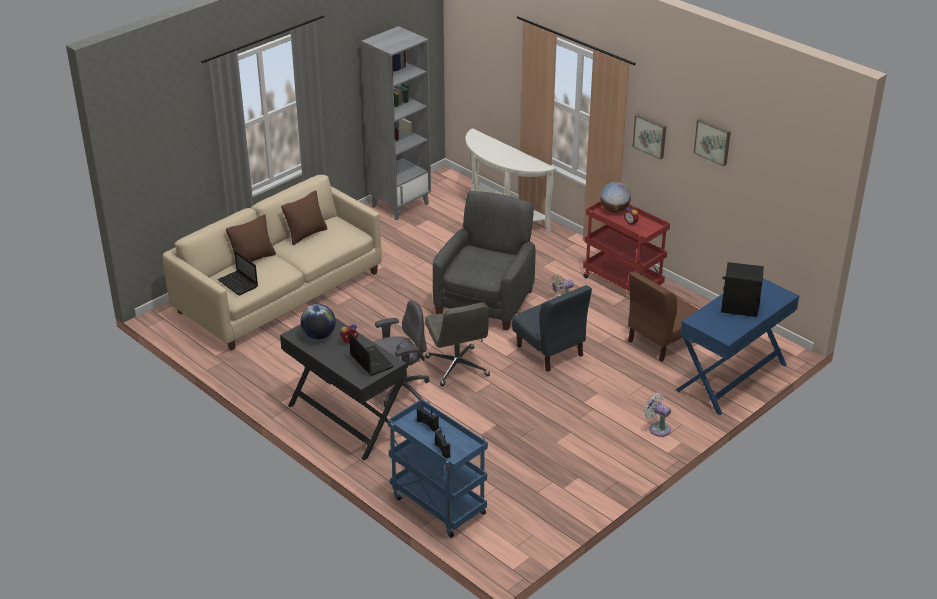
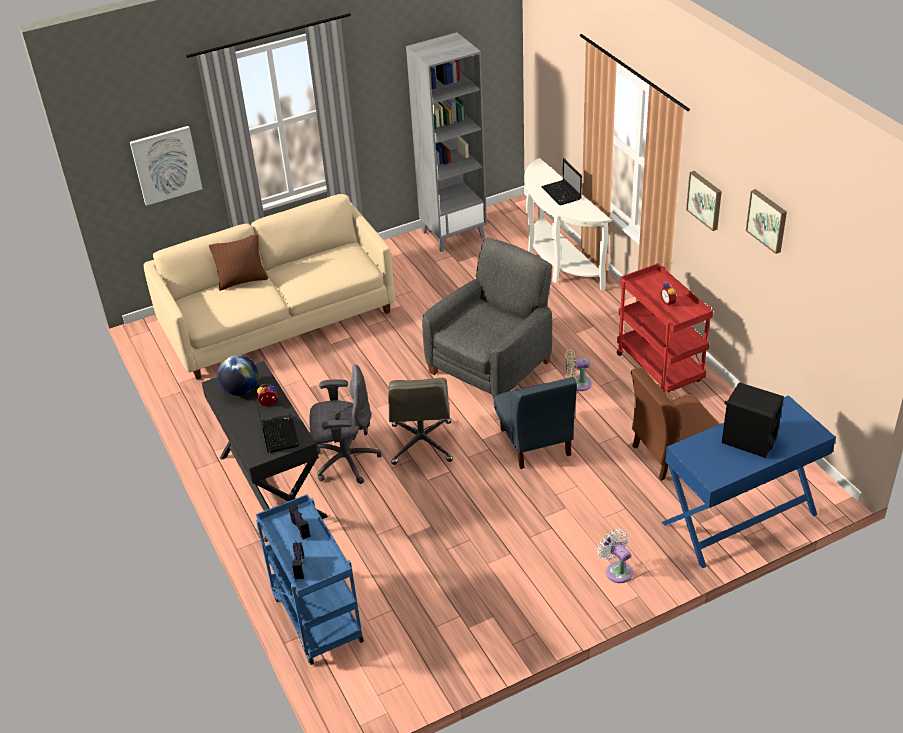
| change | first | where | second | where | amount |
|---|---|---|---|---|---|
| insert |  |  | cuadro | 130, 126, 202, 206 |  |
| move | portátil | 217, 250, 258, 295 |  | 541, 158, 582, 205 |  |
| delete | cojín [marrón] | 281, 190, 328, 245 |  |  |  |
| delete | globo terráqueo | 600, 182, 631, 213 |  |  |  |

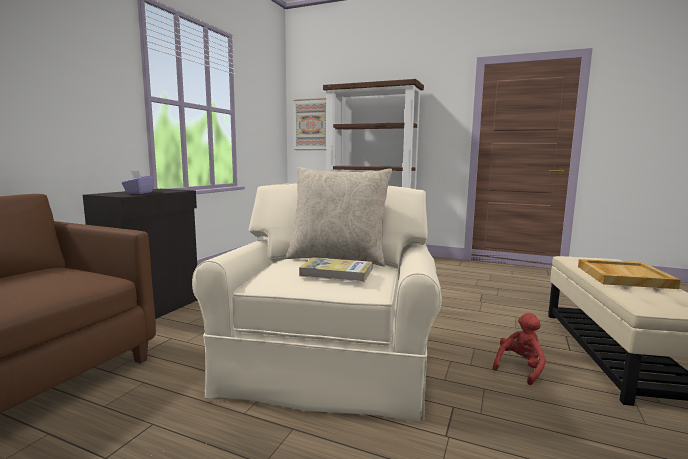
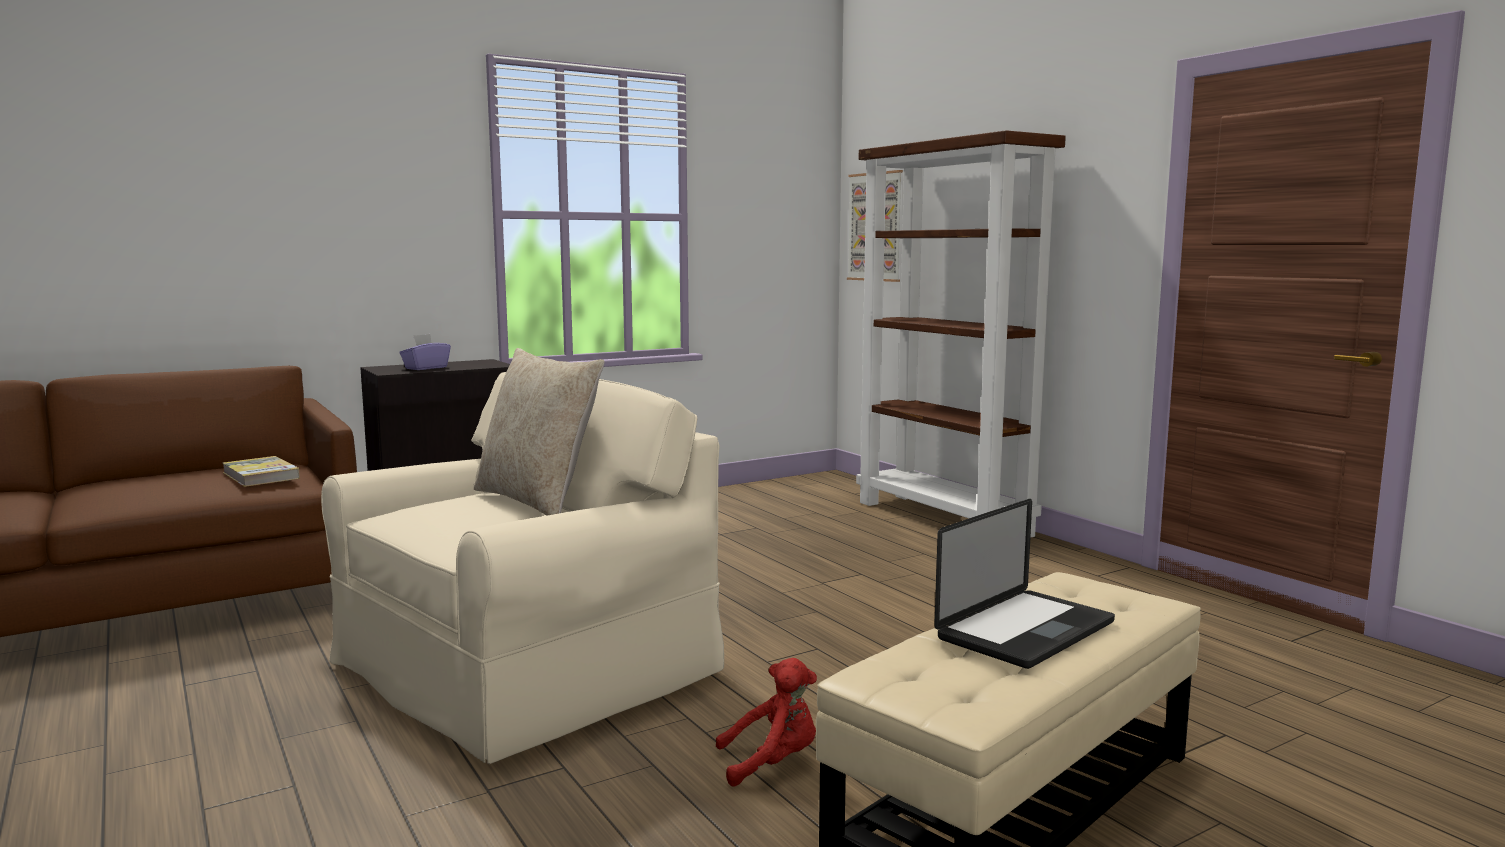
| change | first | where | second | where | amount |
|---|---|---|---|---|---|
| move | libro | 299, 257, 373, 282 |  | 223, 456, 300, 487 |  |
| replace | bandeja [beis] | 578, 259, 681, 289 | portátil | 934, 499, 1115, 669 |  |

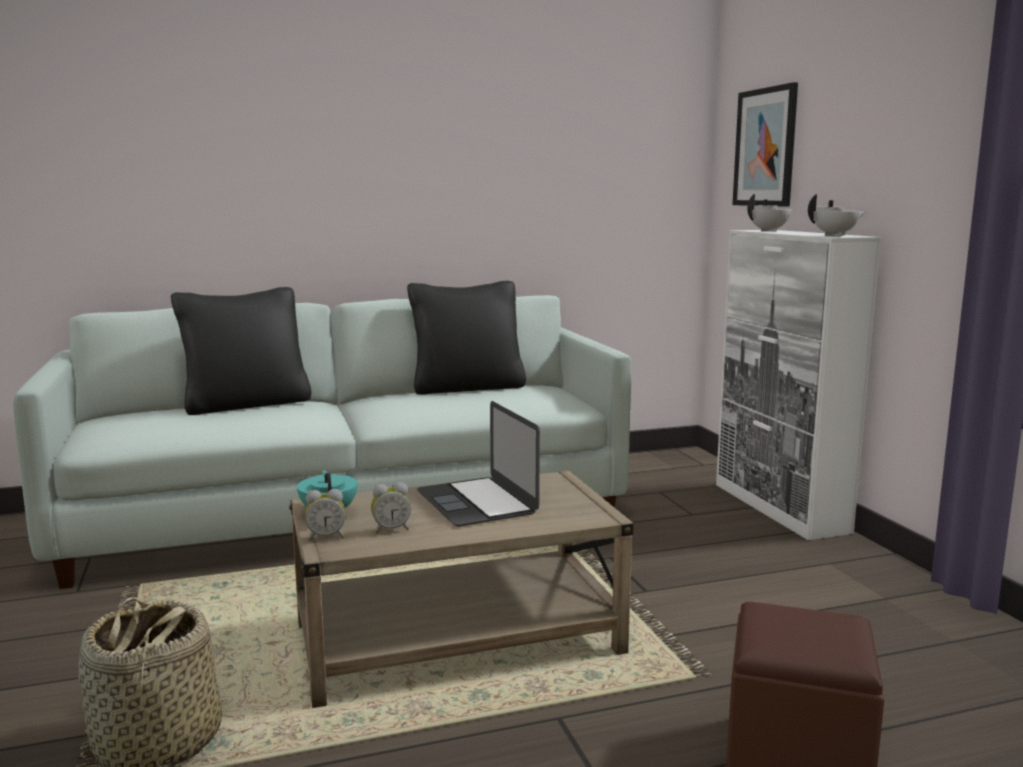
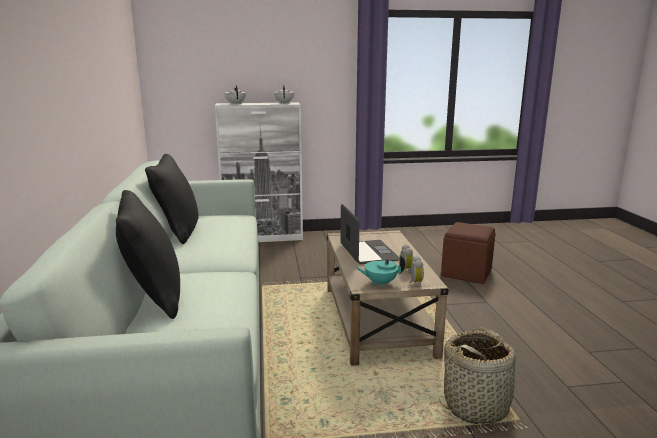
| change | first | where | second | where | amount |
|---|---|---|---|---|---|
| rotate | portátil | 417, 401, 540, 526 |  | 341, 204, 400, 264 | 90 degrees counterclockwise |
| delete | cuadro | 732, 82, 798, 207 |  |  |  |

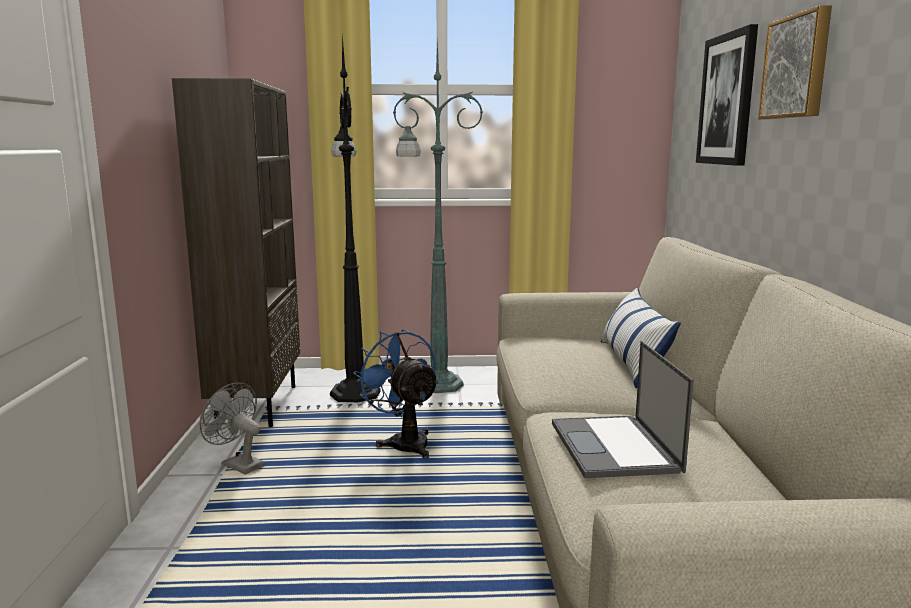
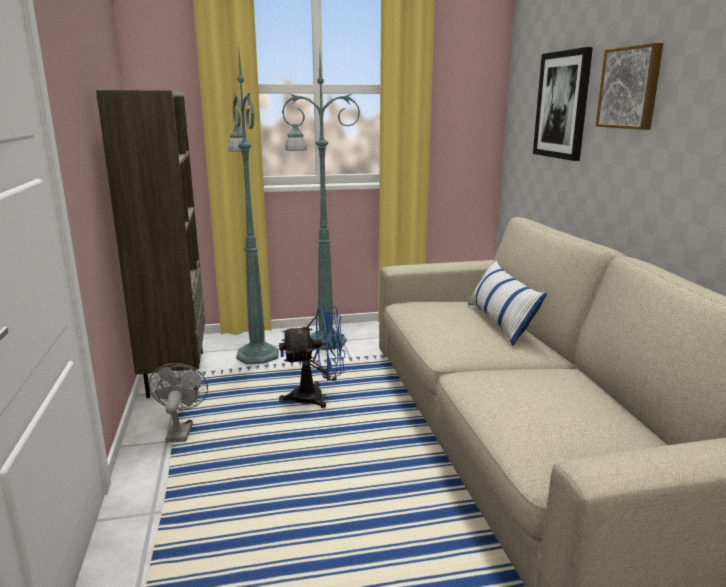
| change | first | where | second | where | amount |
|---|---|---|---|---|---|
| rotate | ventilador [gris] | 200, 382, 264, 475 |  | 149, 363, 208, 442 | 60 degrees clockwise |
| recolor | lámpara de pie [negro] | 330, 34, 381, 402 | lámpara de pie [verde] | 228, 42, 279, 364 |  |
| rotate | ventilador [azul] | 353, 329, 439, 459 |  | 279, 307, 346, 408 | 120 degrees clockwise |
| delete | portátil | 552, 341, 694, 478 |  |  |  |

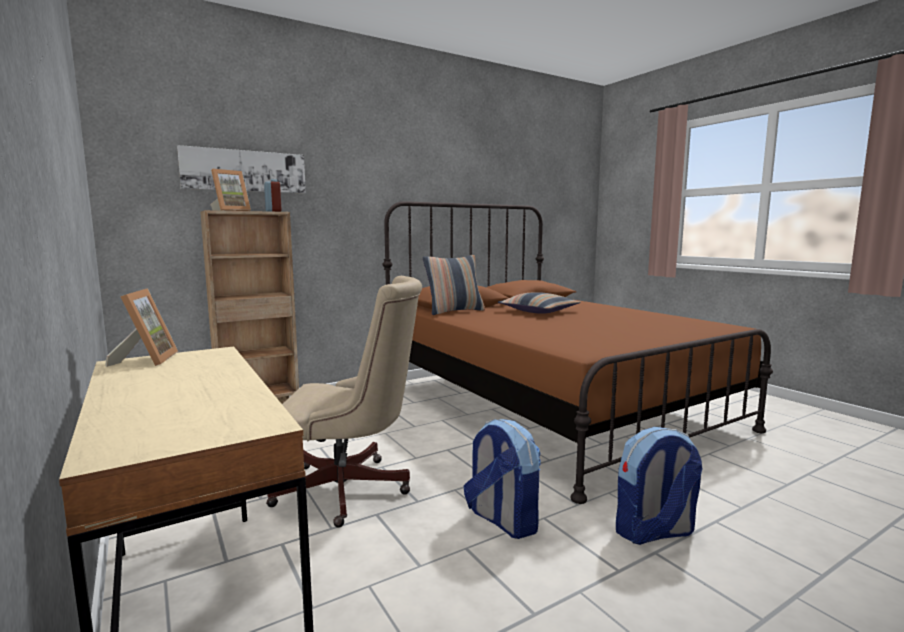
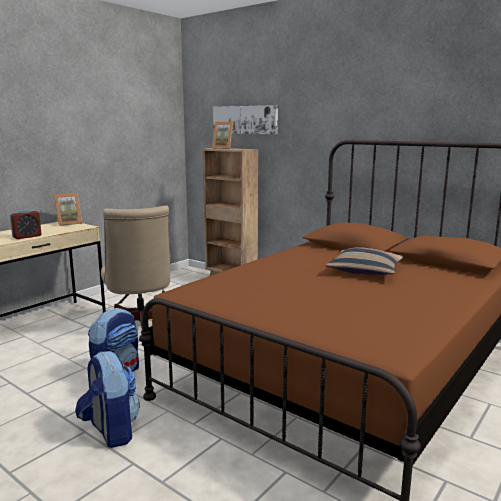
| change | first | where | second | where | amount |
|---|---|---|---|---|---|
| move | despertador | 264, 179, 281, 212 |  | 10, 209, 41, 239 |  |
| delete | cojín | 423, 255, 485, 315 |  |  |  |

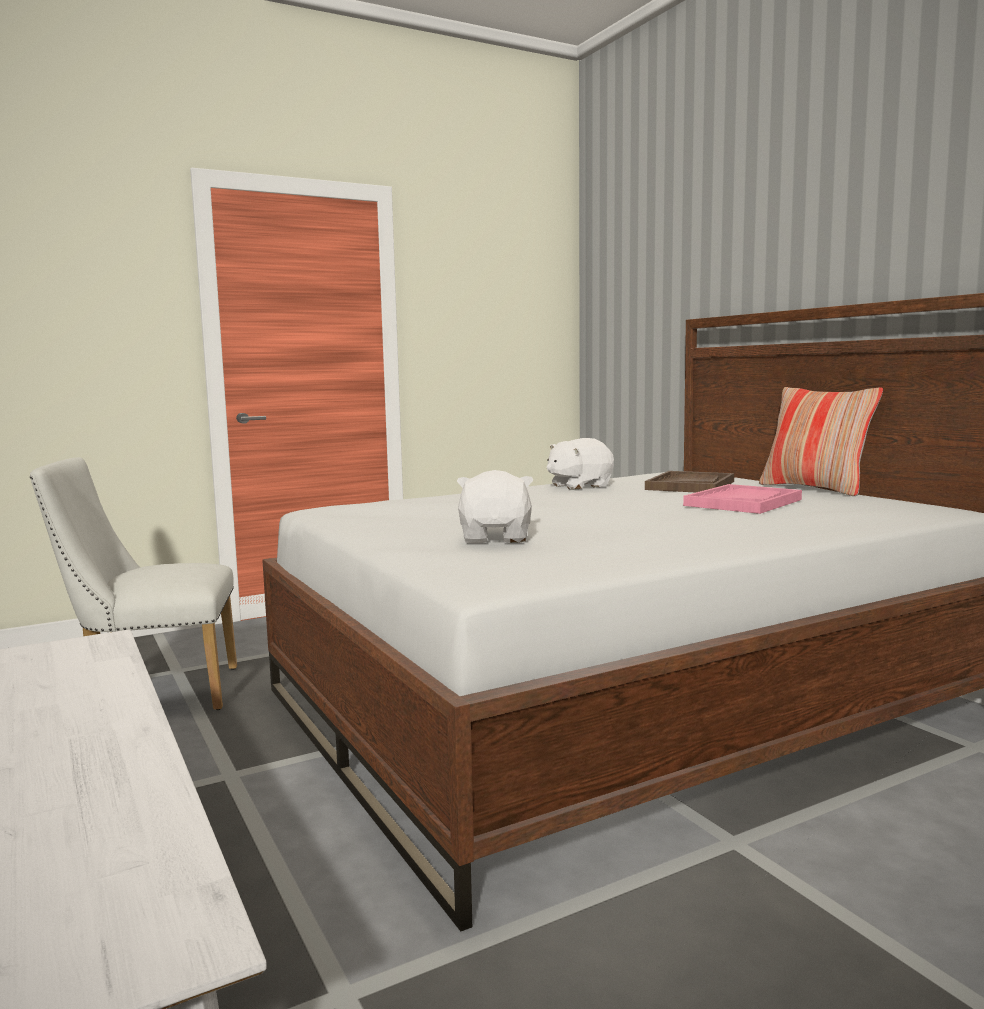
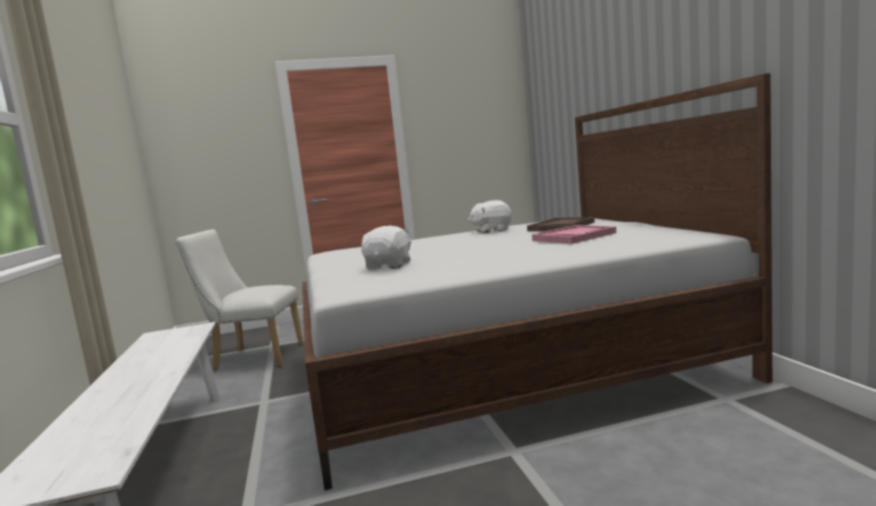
| change | first | where | second | where | amount |
|---|---|---|---|---|---|
| delete | cojín | 759, 387, 883, 496 |  |  |  |

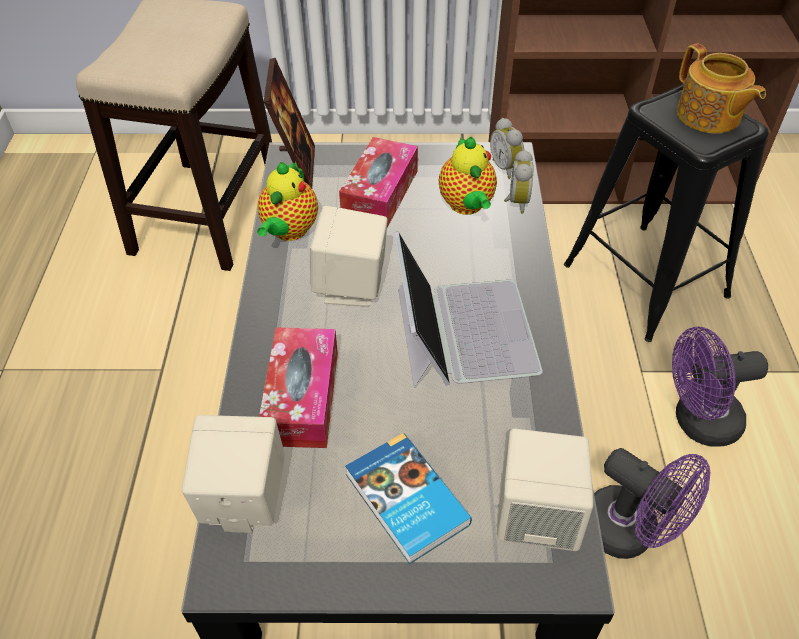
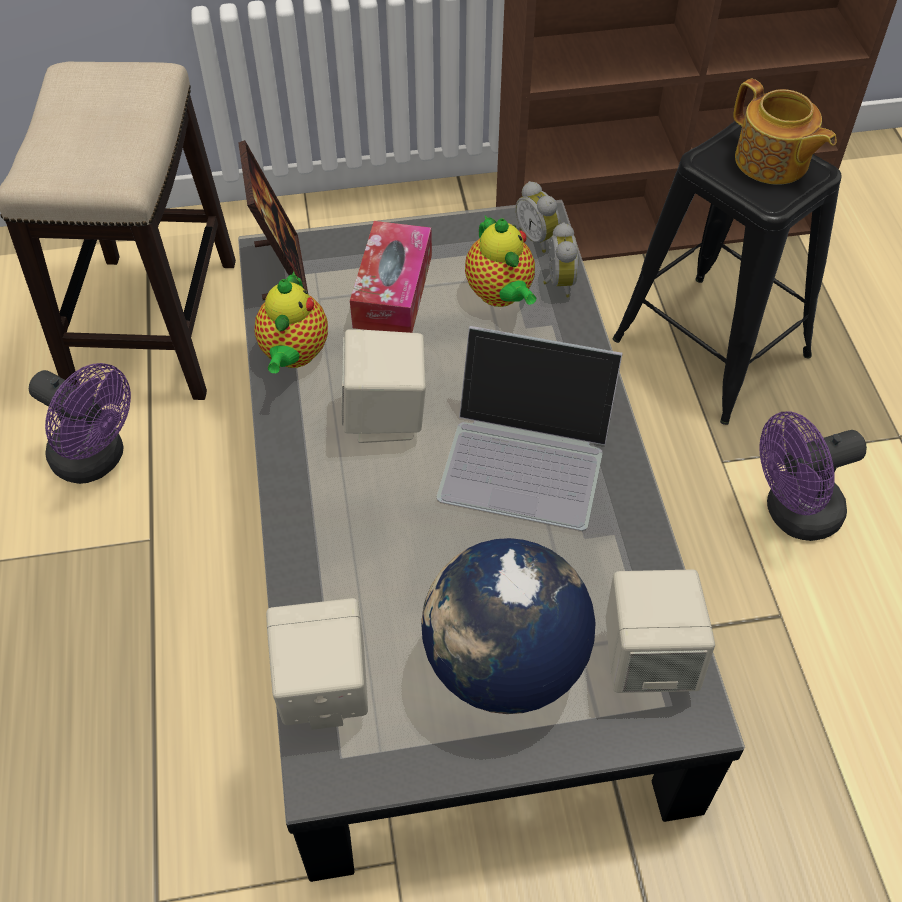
| change | first | where | second | where | amount |
|---|---|---|---|---|---|
| move | ventilador [morado] | 594, 448, 710, 559 |  | 29, 363, 131, 484 |  |
| replace | libro | 345, 433, 472, 564 | globo terráqueo | 421, 538, 595, 714 |  |
| rotate | portátil | 395, 231, 543, 388 |  | 437, 326, 623, 531 | 120 degrees clockwise |
| delete | caja de pañuelos | 259, 327, 338, 448 |  |  |  |

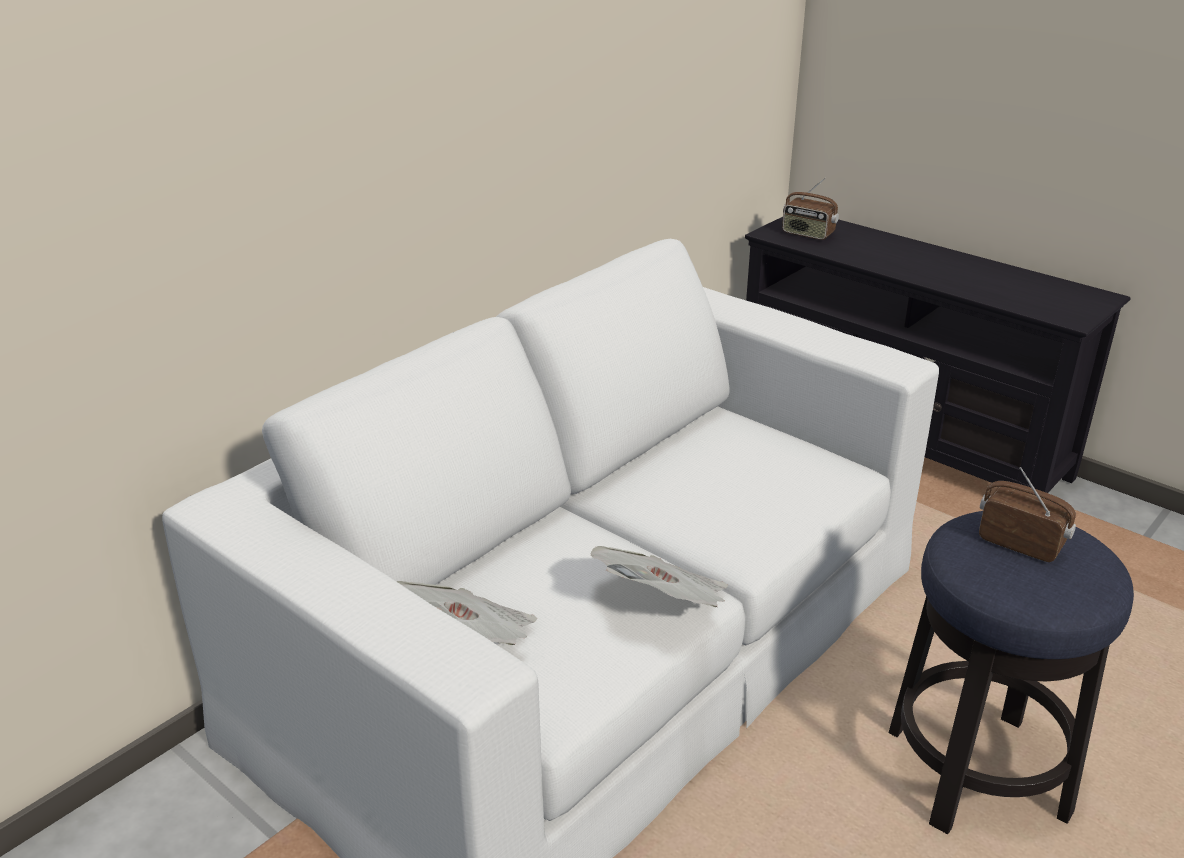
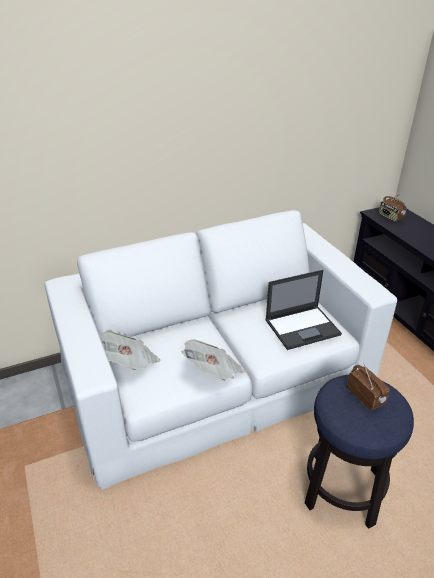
| change | first | where | second | where | amount |
|---|---|---|---|---|---|
| insert |  |  | portátil | 265, 270, 342, 350 |  |

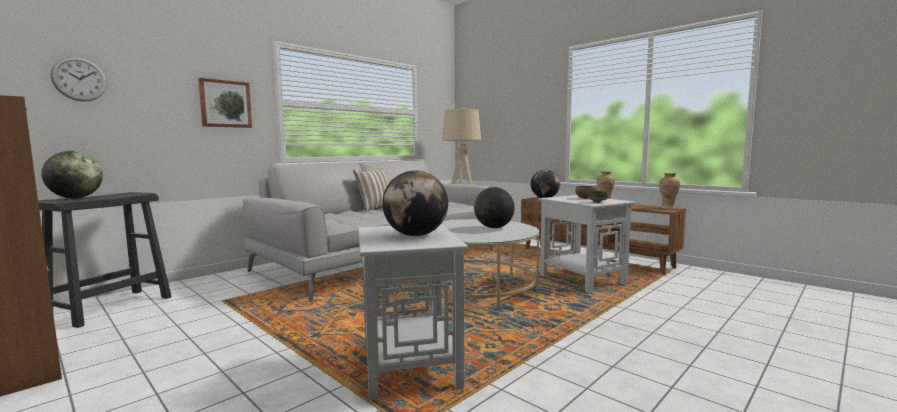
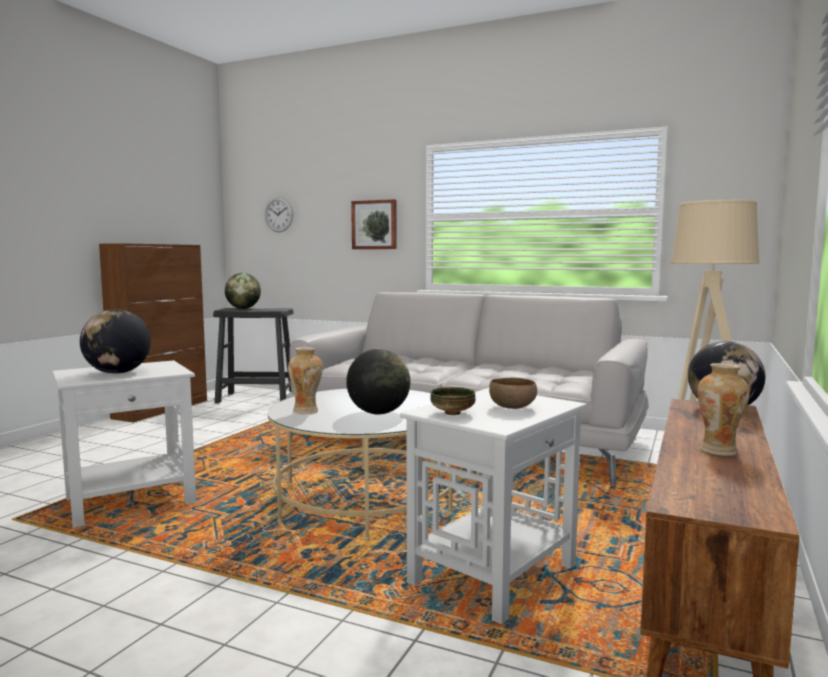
| change | first | where | second | where | amount |
|---|---|---|---|---|---|
| move | florero | 659, 173, 680, 209 |  | 288, 347, 323, 414 |  |
| delete | cojín | 353, 168, 389, 212 |  |  |  |

